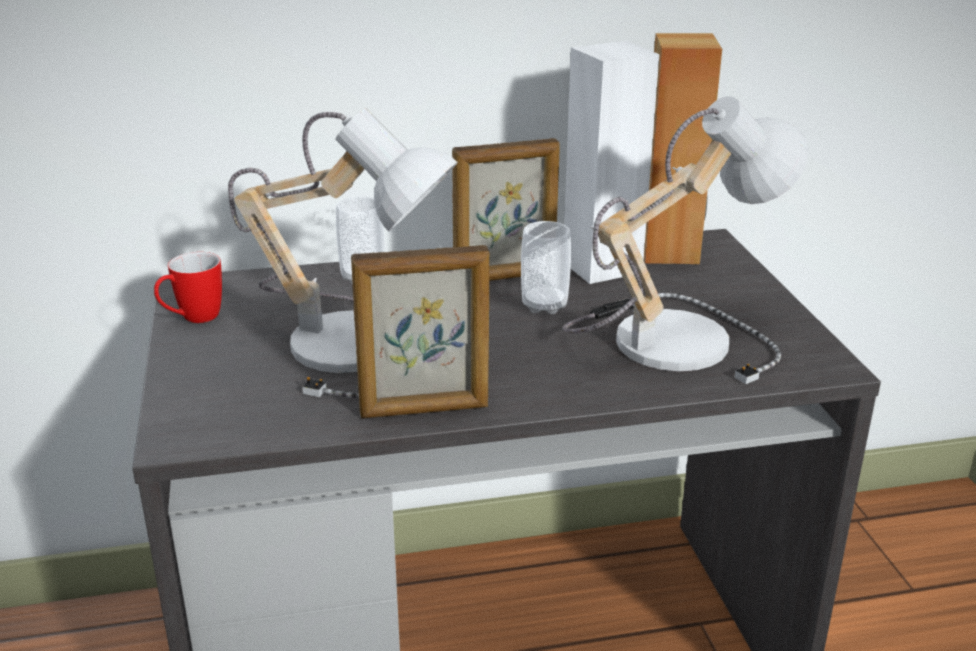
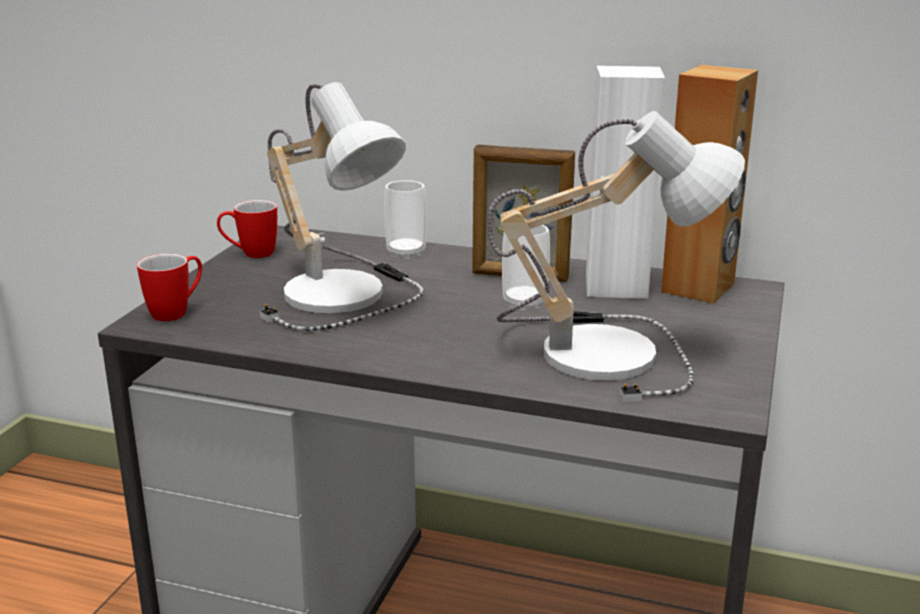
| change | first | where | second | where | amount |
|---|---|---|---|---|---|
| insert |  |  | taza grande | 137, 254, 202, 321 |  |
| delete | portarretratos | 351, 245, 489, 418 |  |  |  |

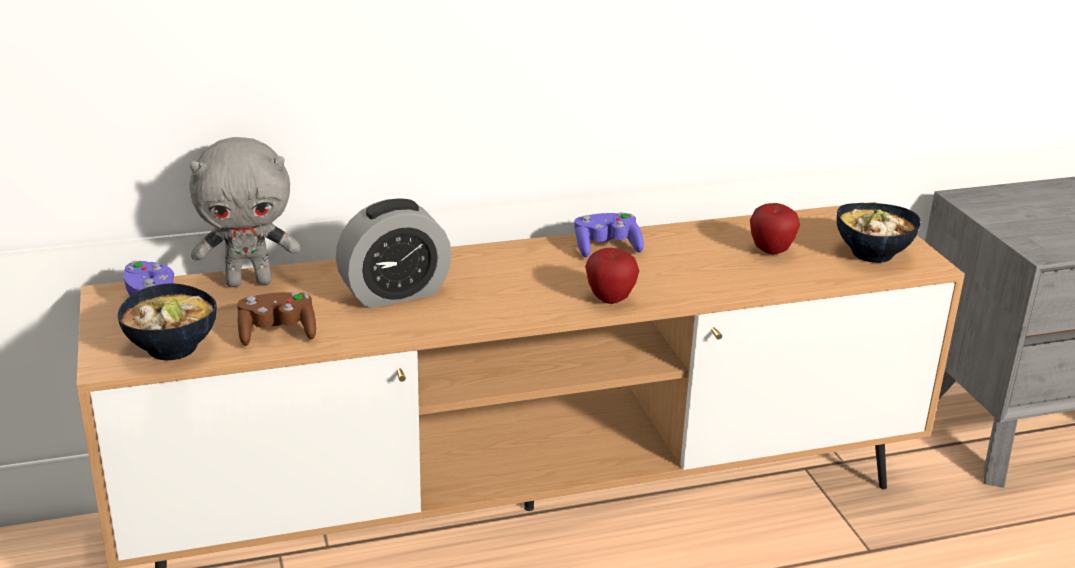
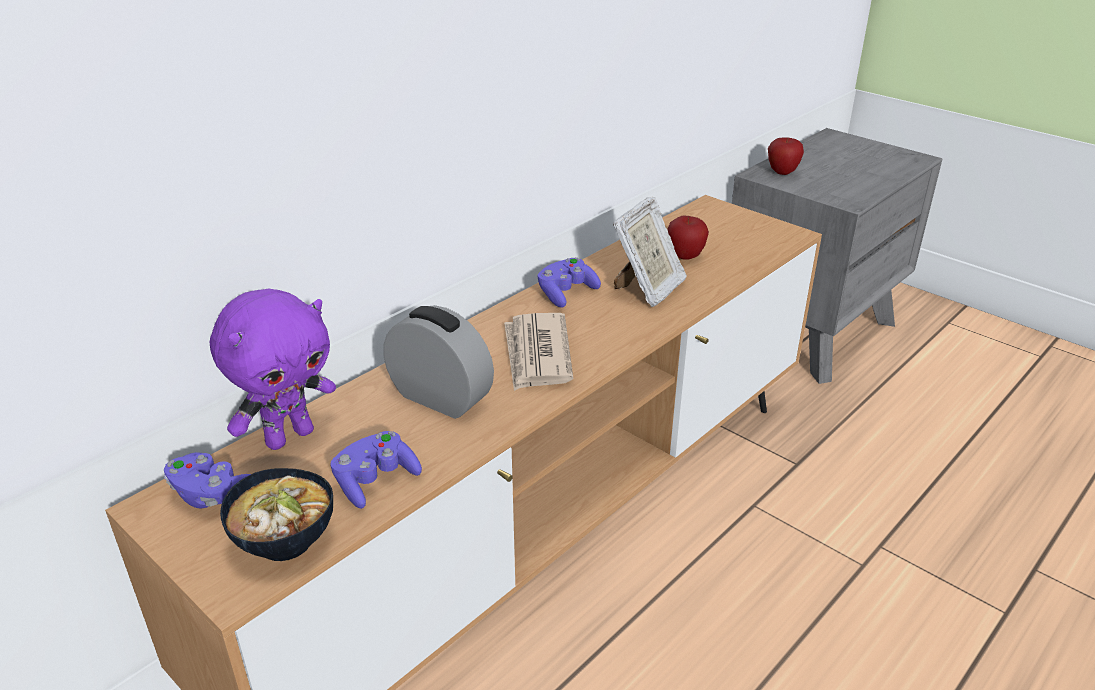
| change | first | where | second | where | amount |
|---|---|---|---|---|---|
| recolor | peluche [gris] | 189, 137, 300, 287 | peluche [morado] | 210, 289, 336, 450 |  |
| recolor | mando de consola [marrón] | 237, 292, 316, 346 | mando de consola [morado] | 331, 431, 422, 509 |  |
| rotate | despertador | 336, 199, 452, 309 |  | 383, 305, 494, 419 | 90 degrees counterclockwise |
| insert |  |  | periódico | 504, 313, 573, 391 |  |
| insert |  |  | portarretratos | 613, 197, 687, 307 |  |
| move | manzana | 585, 248, 639, 304 |  | 768, 138, 804, 175 |  |
| delete | cuenco | 837, 203, 921, 263 |  |  |  |

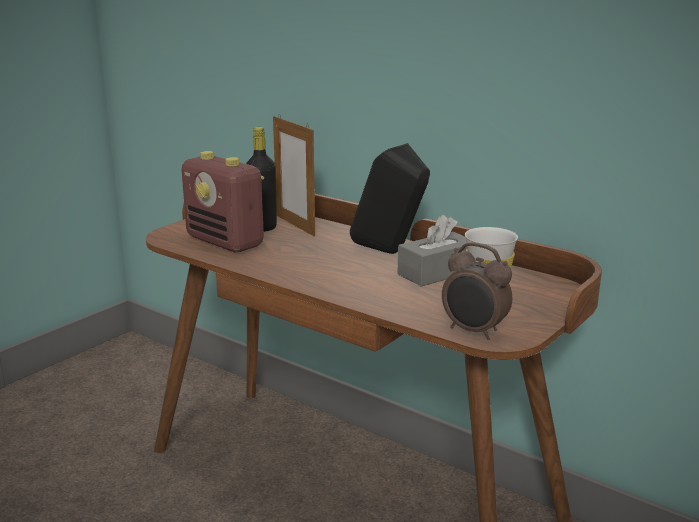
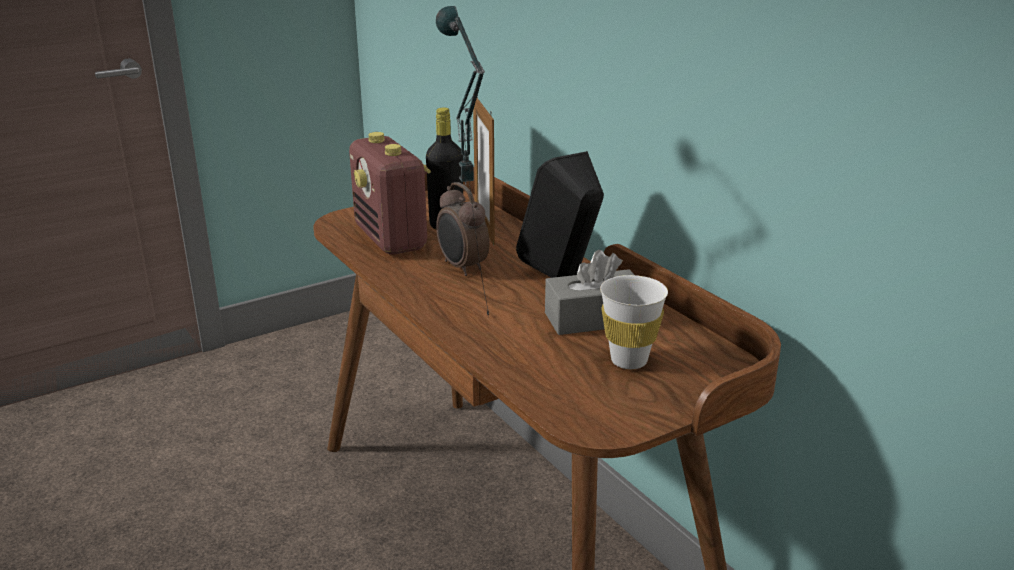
| change | first | where | second | where | amount |
|---|---|---|---|---|---|
| insert |  |  | lámpara de mesa | 436, 6, 489, 318 |  |
| move | despertador | 442, 242, 512, 340 |  | 436, 182, 489, 276 |  |

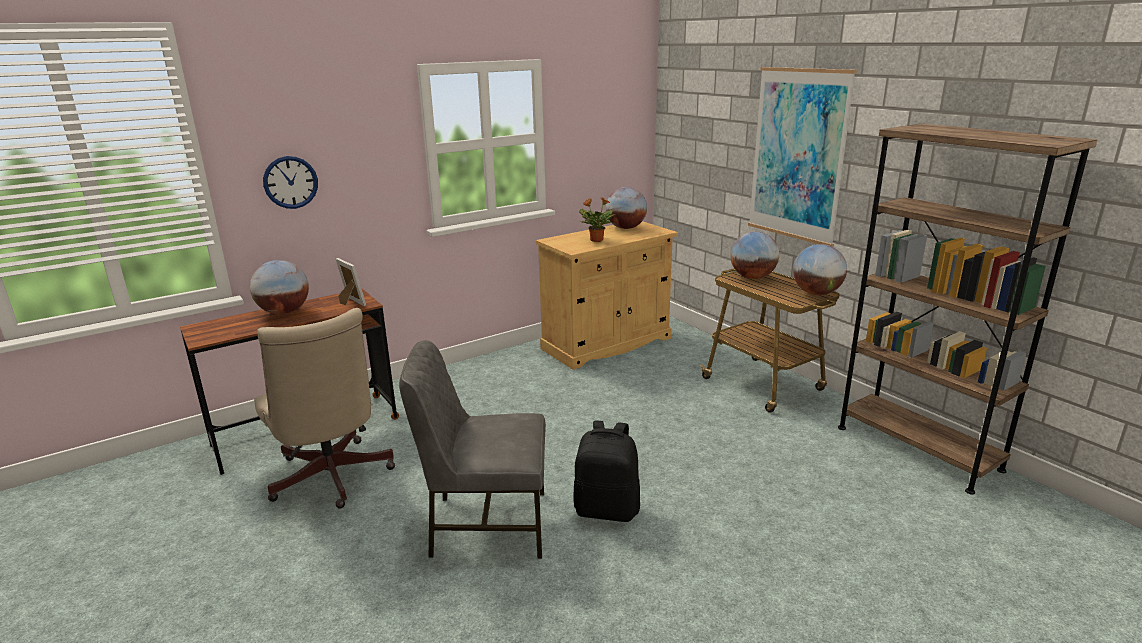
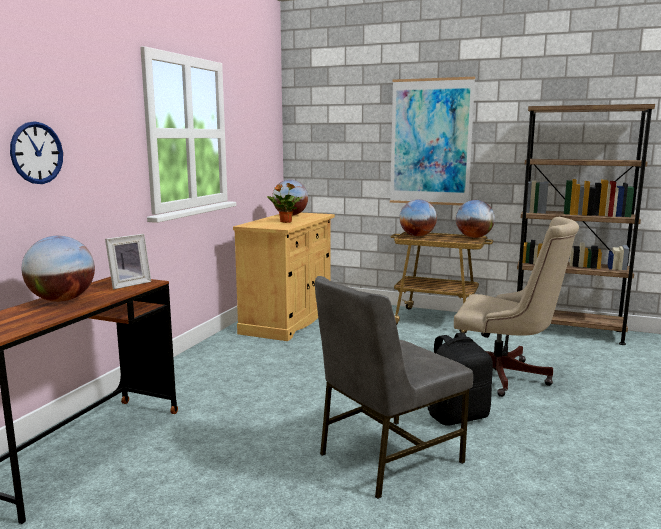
| change | first | where | second | where | amount |
|---|---|---|---|---|---|
| rotate | portarretratos | 336, 258, 366, 306 |  | 105, 234, 151, 289 | 120 degrees clockwise |
| move | silla de oficina [beis] | 254, 308, 395, 509 |  | 454, 217, 579, 397 |  |

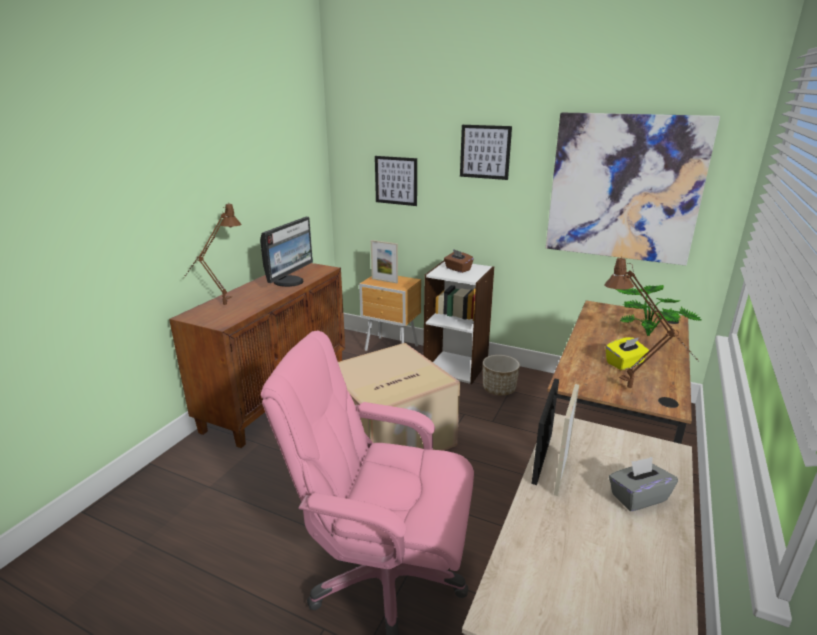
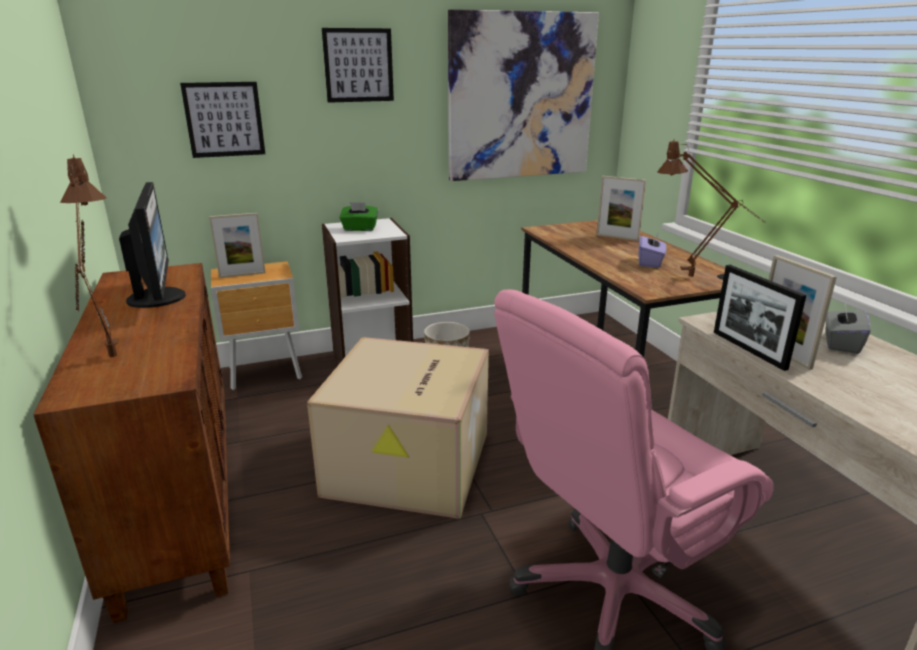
| change | first | where | second | where | amount |
|---|---|---|---|---|---|
| recolor | caja de pañuelos [marrón] | 444, 249, 474, 273 | caja de pañuelos [verde] | 340, 202, 378, 231 |  |
| replace | planta en maceta | 615, 285, 701, 336 | portarretratos | 597, 176, 646, 241 |  |
| recolor | caja de pañuelos [amarillo] | 606, 337, 649, 370 | caja de pañuelos [morado] | 638, 232, 666, 268 |  |

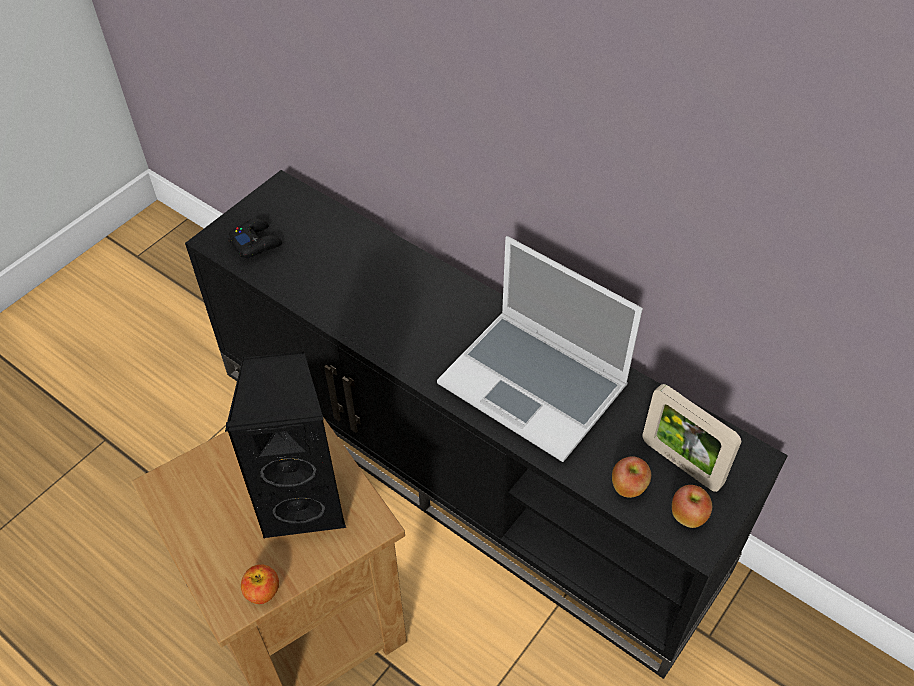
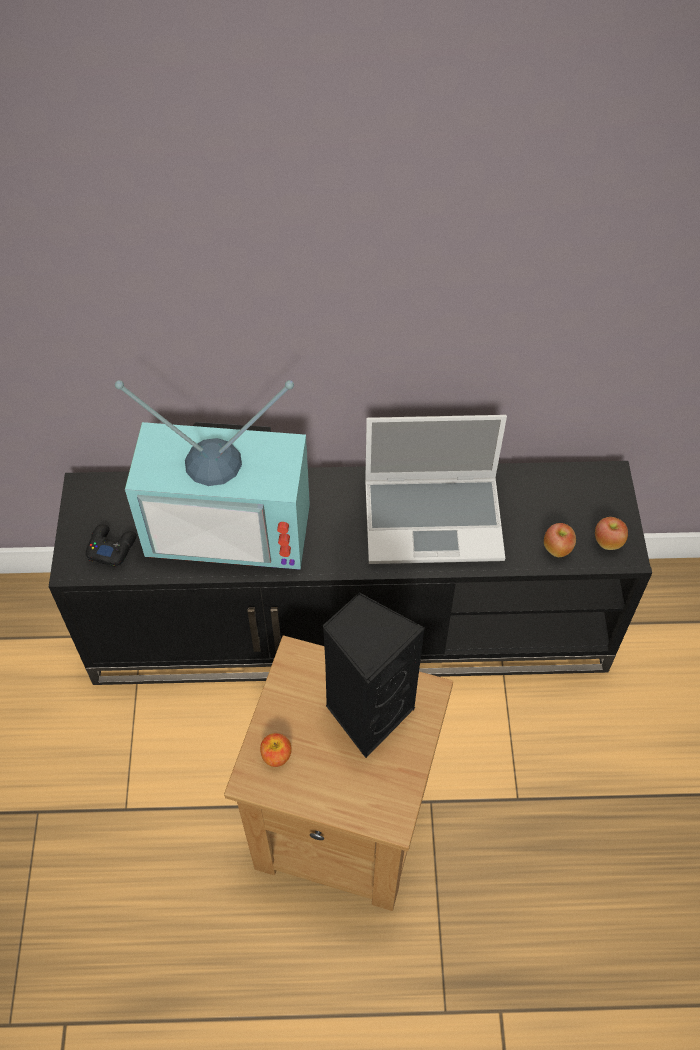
| change | first | where | second | where | amount |
|---|---|---|---|---|---|
| insert |  |  | televisor | 115, 380, 310, 570 |  |
| move | manzana | 241, 564, 279, 604 |  | 260, 733, 292, 767 |  |
| delete | portarretratos | 642, 384, 741, 492 |  |  |  |

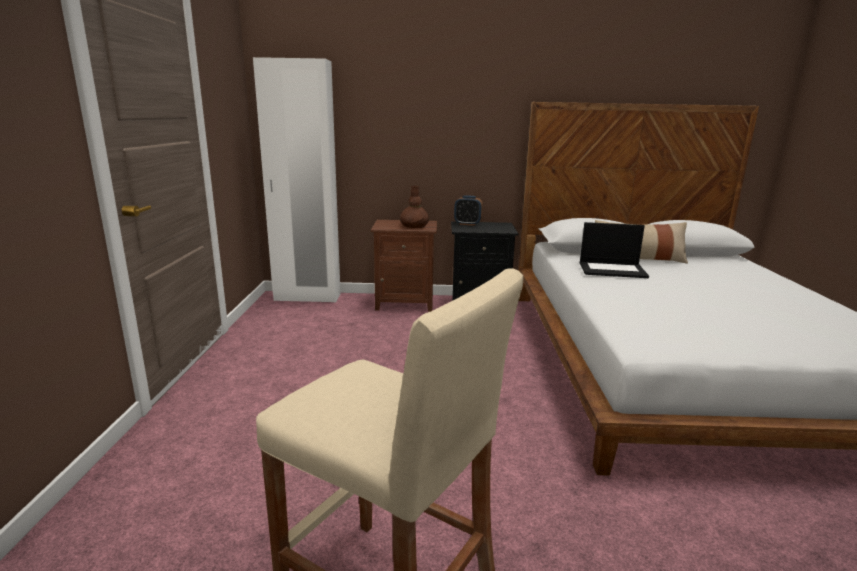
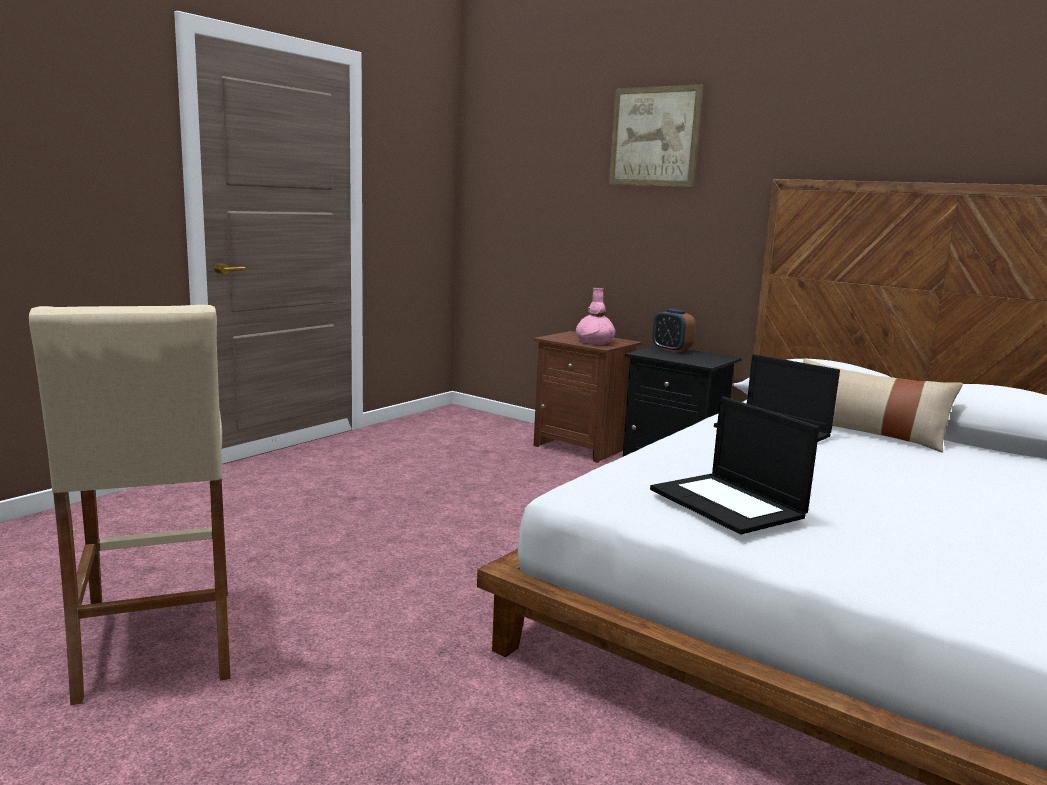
| change | first | where | second | where | amount |
|---|---|---|---|---|---|
| recolor | florero [marrón] | 400, 186, 429, 228 | florero [rosa] | 576, 288, 615, 345 |  |
| insert |  |  | cuadro | 609, 84, 703, 187 |  |
| insert |  |  | portátil | 650, 397, 820, 535 |  |
| delete | armario ropero [blanco] | 253, 57, 341, 302 |  |  |  |

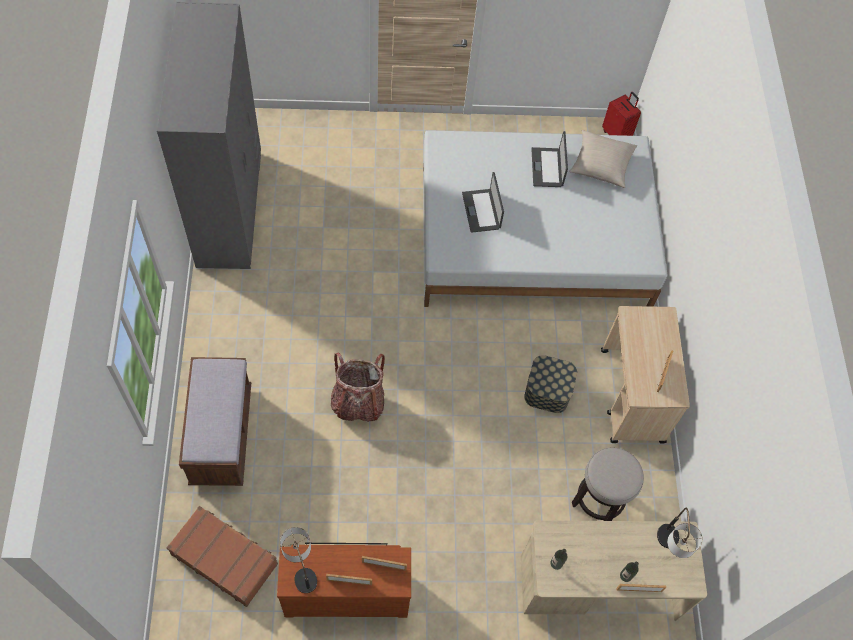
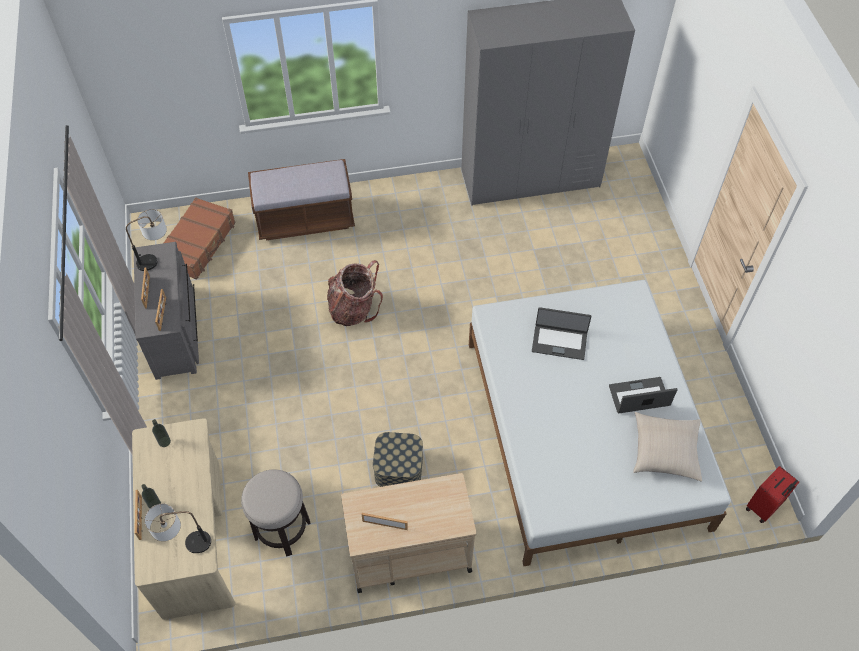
| change | first | where | second | where | amount |
|---|---|---|---|---|---|
| recolor | cómoda [marrón] | 277, 543, 411, 618 | cómoda [gris] | 134, 242, 199, 380 |  |
| rotate | portátil | 462, 172, 504, 233 |  | 532, 307, 591, 360 | 150 degrees counterclockwise |

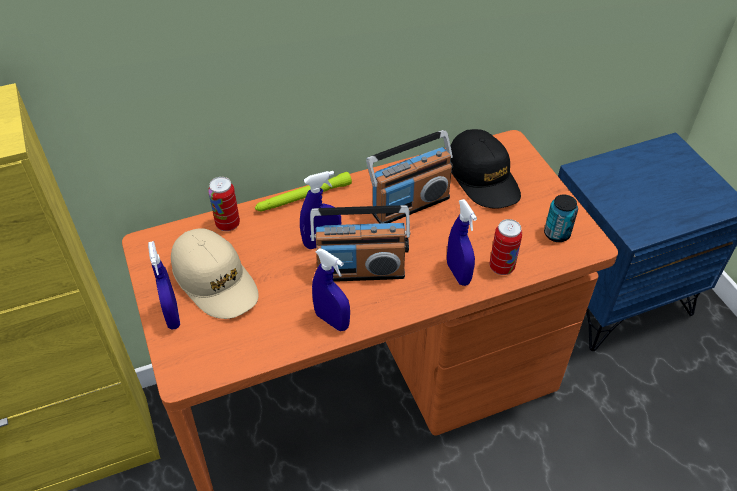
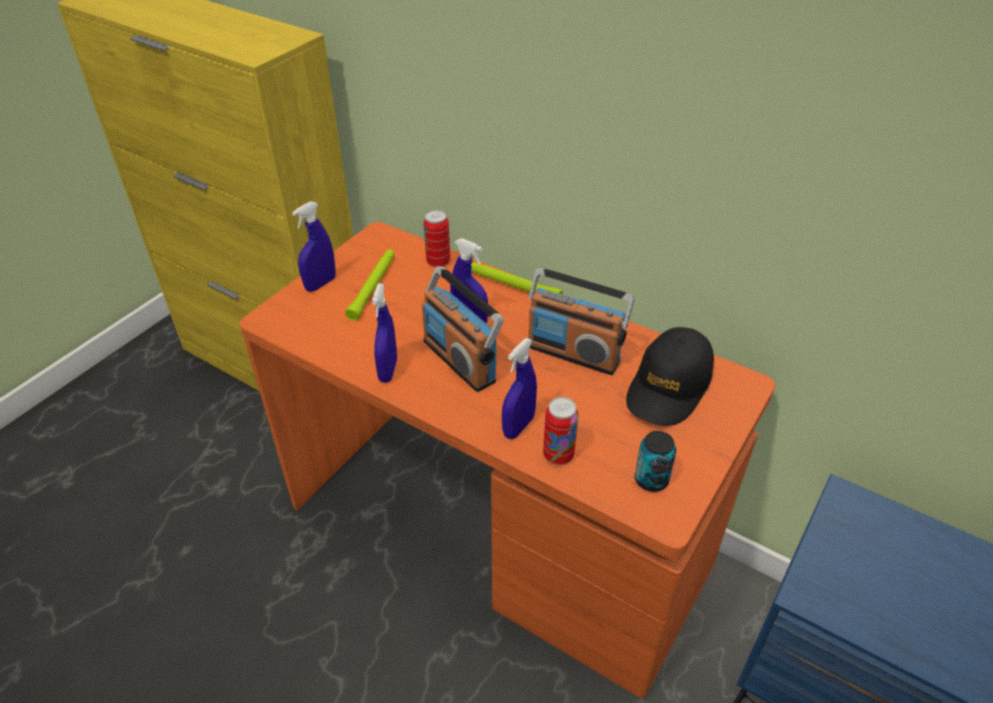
| change | first | where | second | where | amount |
|---|---|---|---|---|---|
| replace | gorra [beis] | 171, 228, 259, 319 | linterna [verde] | 345, 249, 394, 321 |  |

